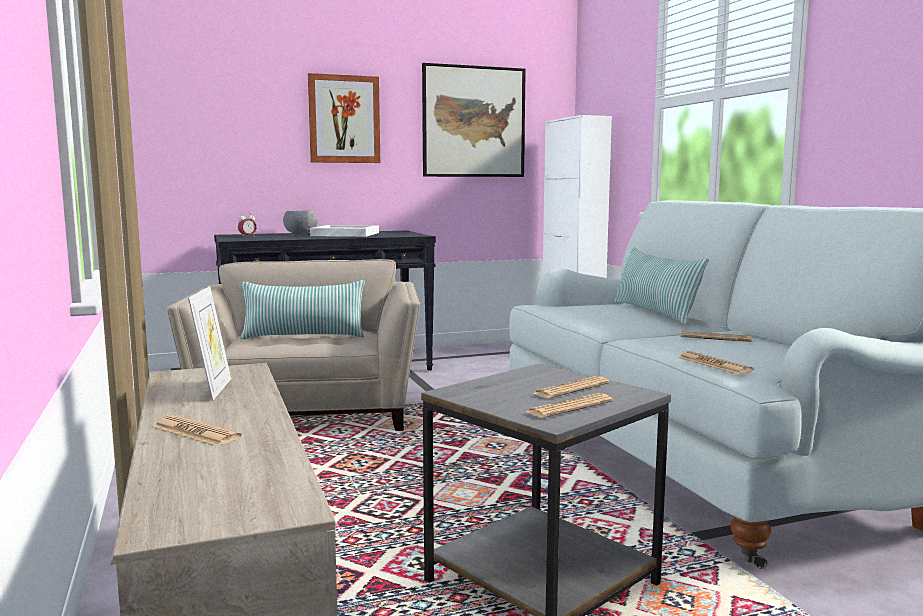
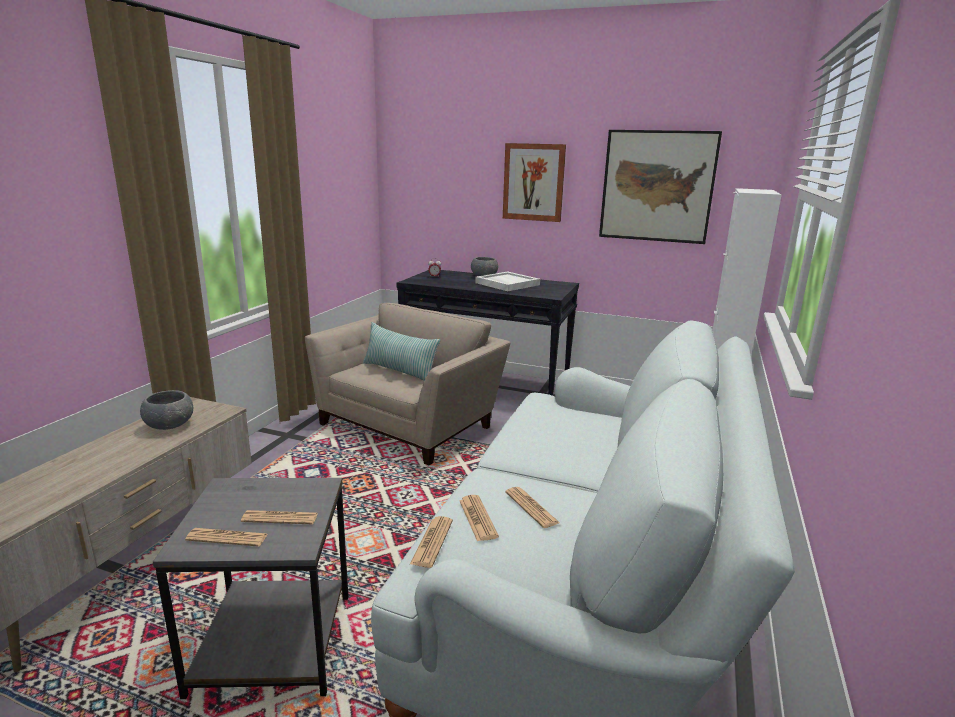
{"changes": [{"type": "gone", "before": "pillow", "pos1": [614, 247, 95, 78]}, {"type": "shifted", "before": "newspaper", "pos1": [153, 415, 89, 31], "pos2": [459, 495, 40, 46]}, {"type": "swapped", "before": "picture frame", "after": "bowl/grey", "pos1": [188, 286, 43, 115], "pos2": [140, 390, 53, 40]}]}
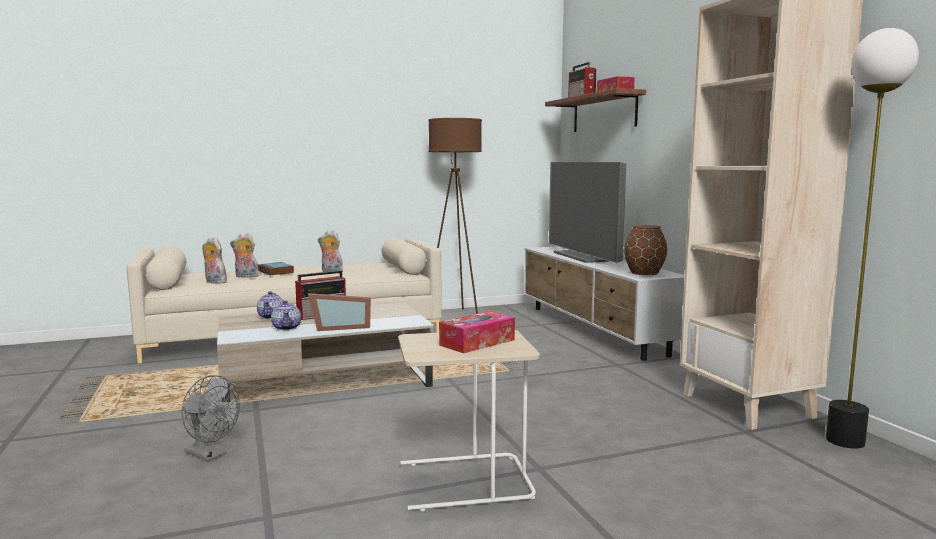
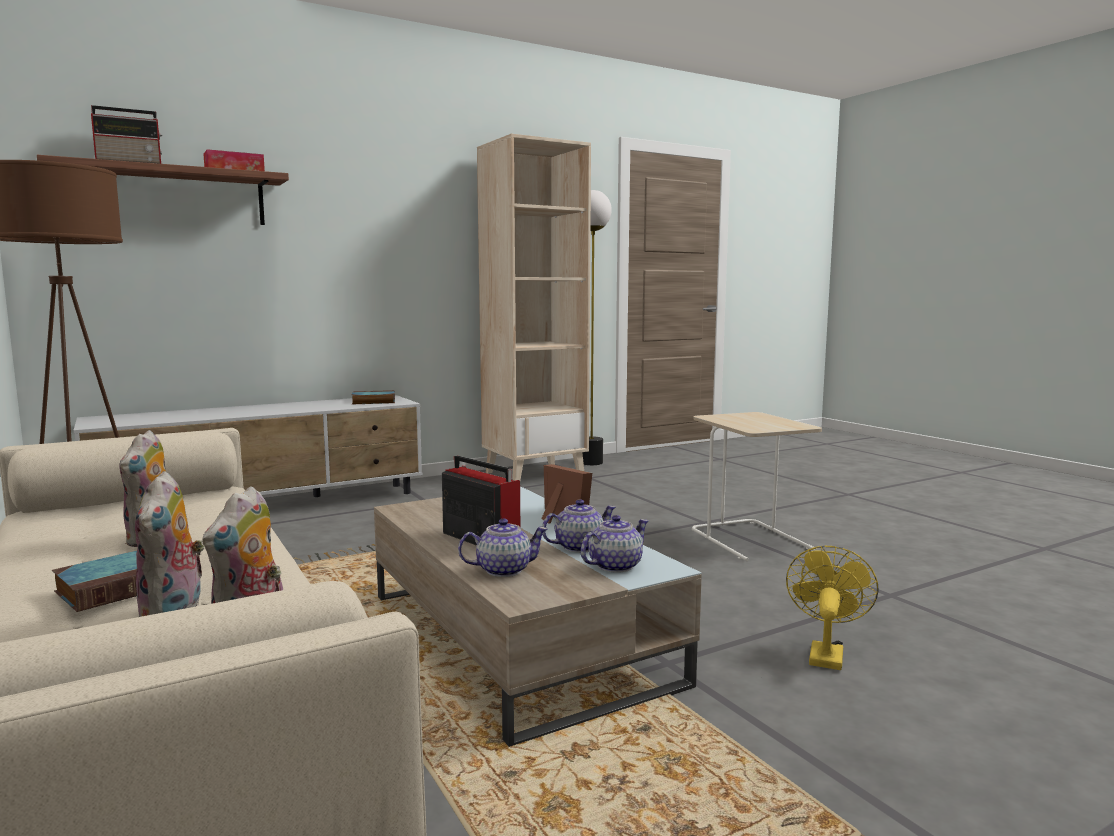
{"changes": [{"type": "gone", "before": "tissue box", "pos1": [439, 311, 76, 42]}, {"type": "gone", "before": "television", "pos1": [549, 162, 77, 101]}, {"type": "new", "after": "teapot", "pos2": [581, 515, 68, 58]}, {"type": "swapped", "before": "vase/brown", "after": "book", "pos1": [624, 225, 43, 50], "pos2": [351, 390, 44, 14]}, {"type": "repainted", "before": "fan/grey", "after": "fan/yellow", "pos1": [181, 375, 59, 87], "pos2": [786, 546, 93, 124]}]}
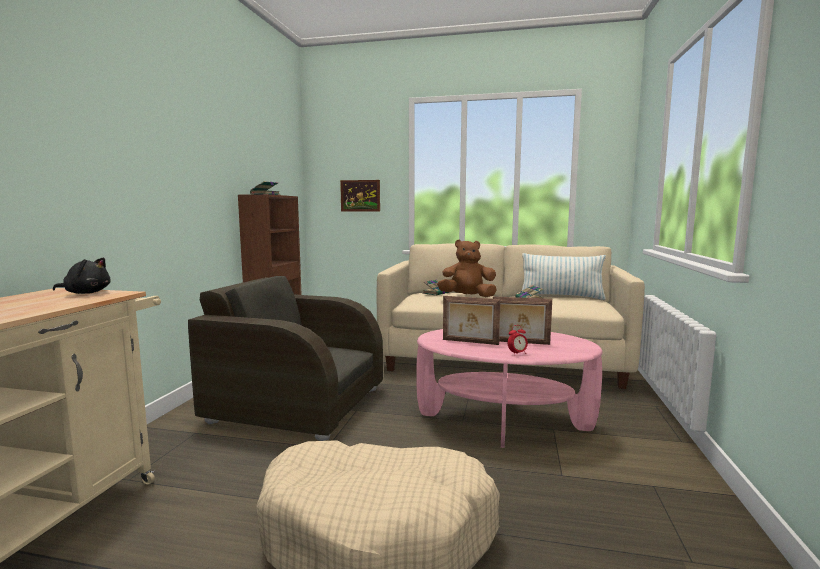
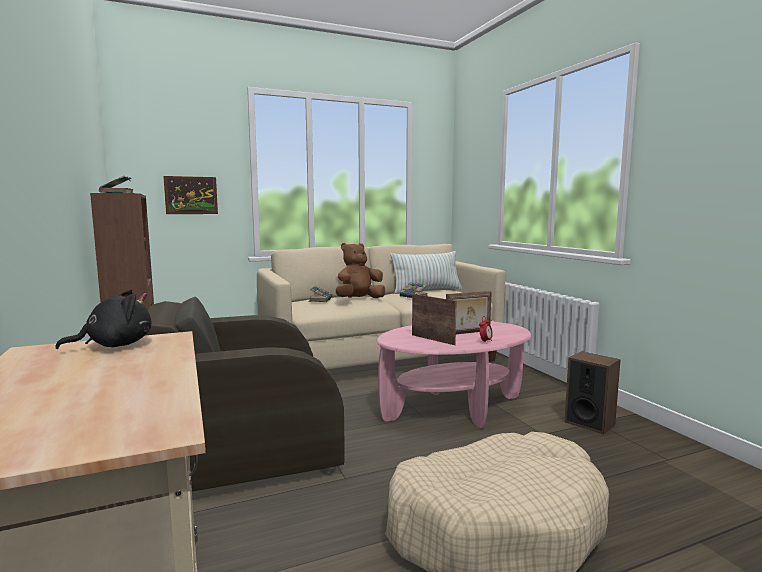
{"changes": [{"type": "new", "after": "speaker", "pos2": [564, 351, 57, 84]}, {"type": "rotated", "before": "picture frame", "pos1": [443, 296, 58, 49], "pos2": [412, 294, 45, 51], "turn": -120}]}
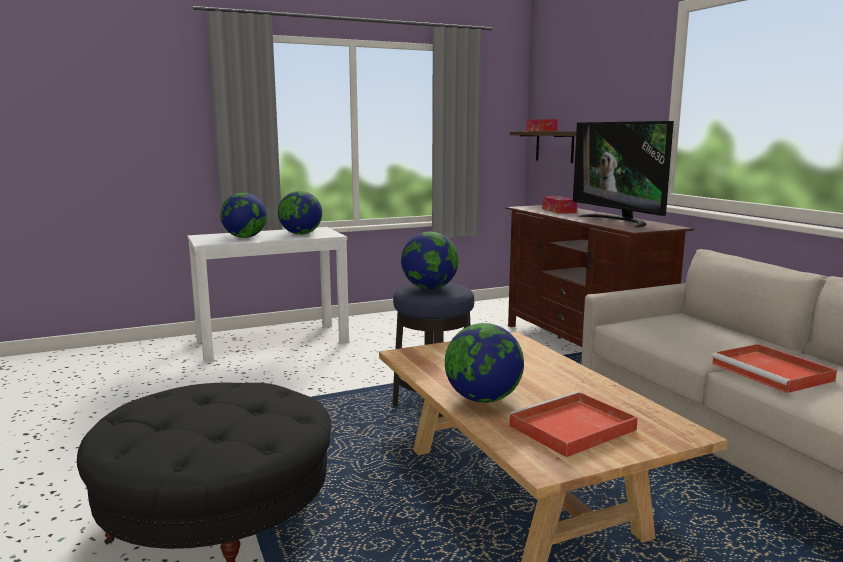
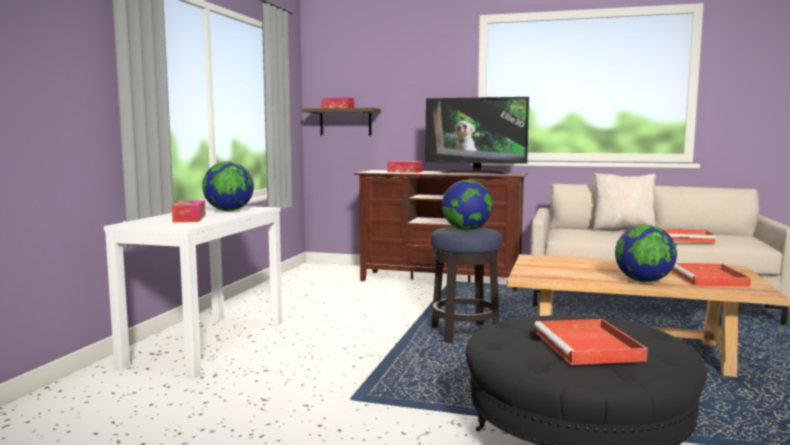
{"changes": [{"type": "new", "after": "tray/red", "pos2": [534, 319, 113, 46]}, {"type": "new", "after": "pillow/beige", "pos2": [592, 173, 64, 58]}, {"type": "swapped", "before": "globe", "after": "tissue box", "pos1": [220, 193, 47, 45], "pos2": [172, 200, 34, 22]}]}
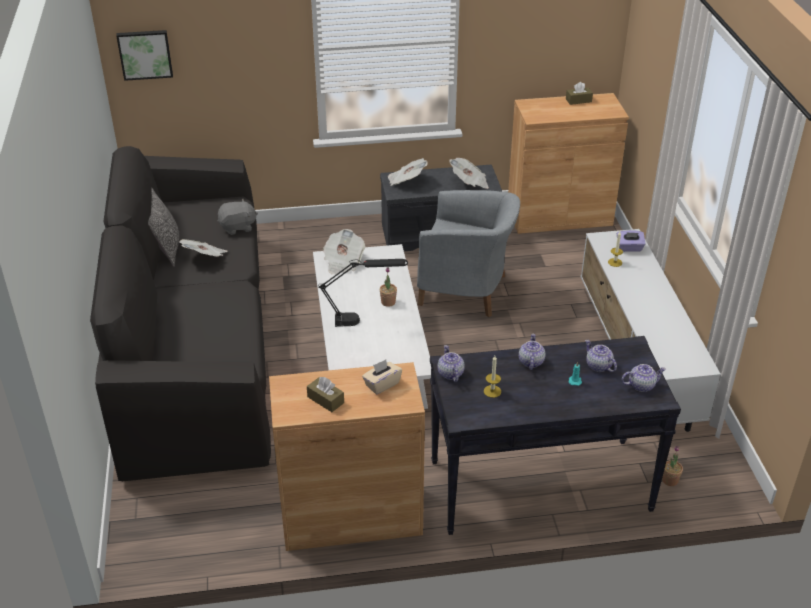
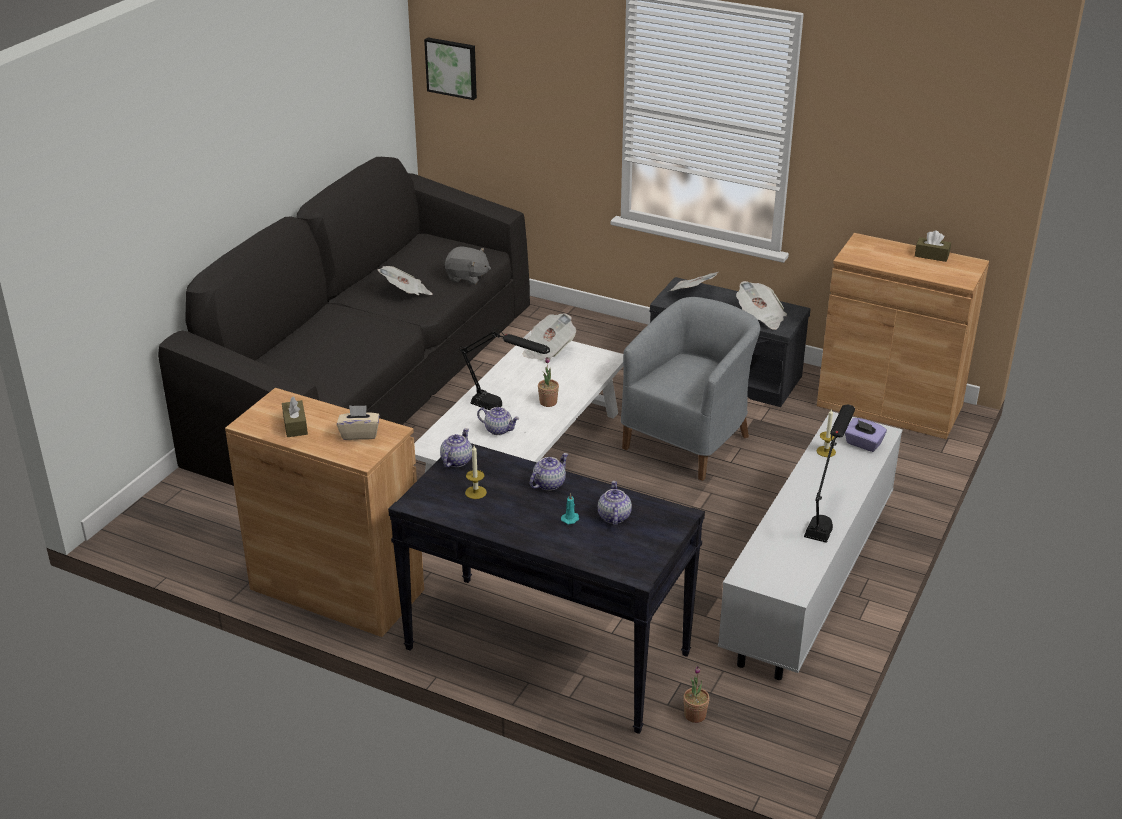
{"changes": [{"type": "gone", "before": "pillow", "pos1": [148, 188, 31, 79]}, {"type": "new", "after": "table lamp/black", "pos2": [804, 405, 51, 138]}, {"type": "shifted", "before": "teapot", "pos1": [622, 364, 44, 28], "pos2": [477, 407, 42, 28]}, {"type": "rotated", "before": "armchair/grey", "pos1": [417, 190, 103, 127], "pos2": [621, 297, 140, 184], "turn": -105}]}
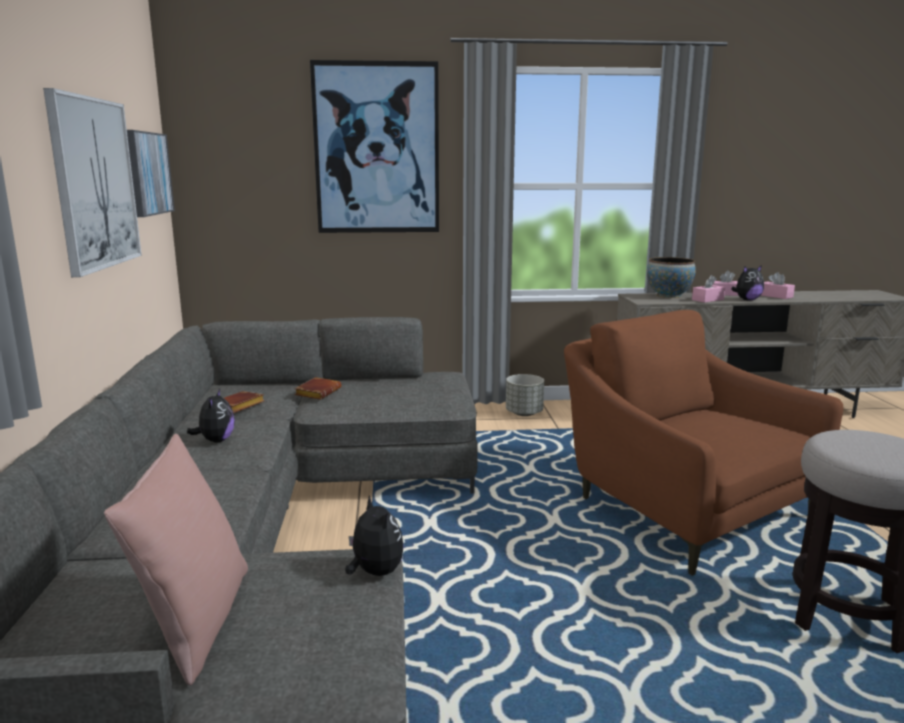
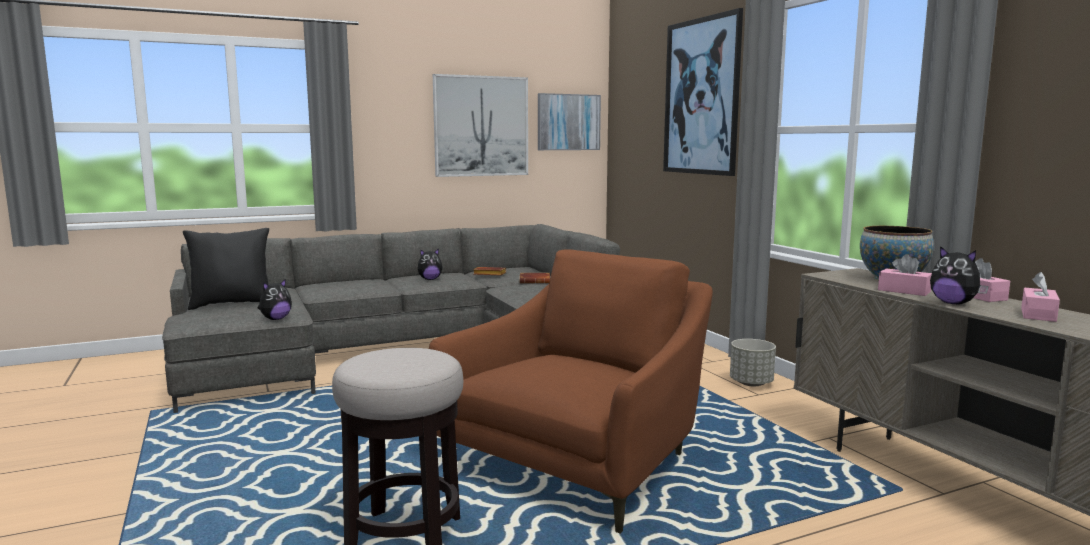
{"changes": [{"type": "repainted", "before": "pillow/pink", "after": "pillow/black", "pos1": [104, 434, 144, 252], "pos2": [183, 228, 86, 82]}]}
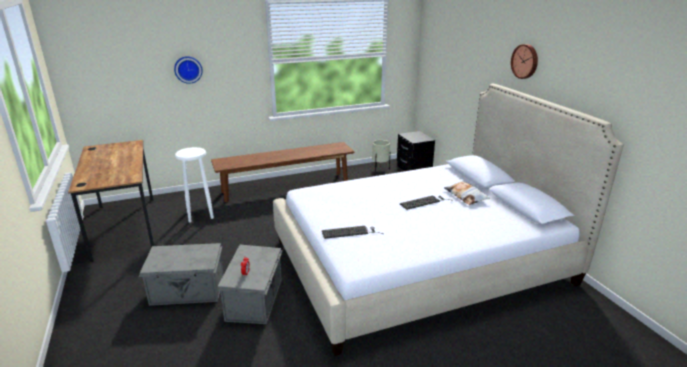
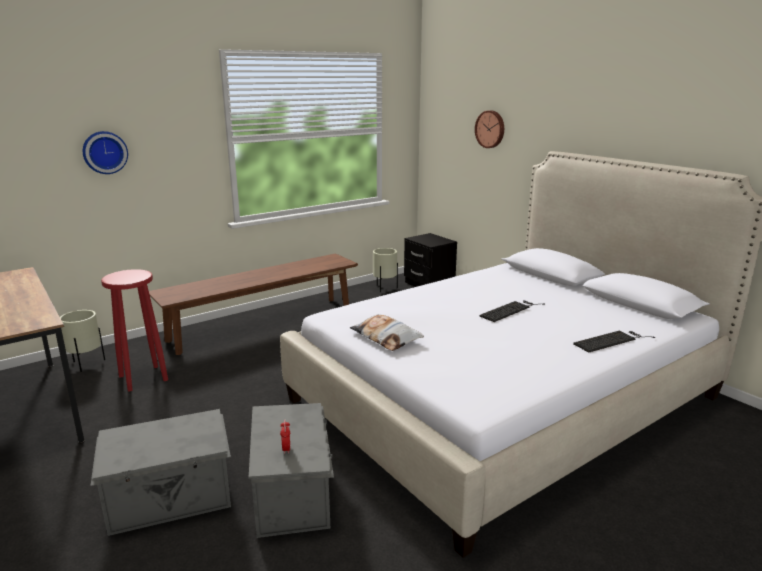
{"changes": [{"type": "new", "after": "planter/beige", "pos2": [60, 310, 45, 62]}, {"type": "shifted", "before": "keyboard", "pos1": [322, 226, 61, 13], "pos2": [573, 331, 82, 21]}, {"type": "shifted", "before": "pillow", "pos1": [444, 181, 46, 24], "pos2": [350, 314, 74, 37]}, {"type": "shifted", "before": "wall clock", "pos1": [511, 44, 27, 35], "pos2": [475, 110, 29, 38]}, {"type": "repainted", "before": "stool/white", "after": "stool/red", "pos1": [175, 147, 39, 76], "pos2": [101, 269, 67, 122]}]}
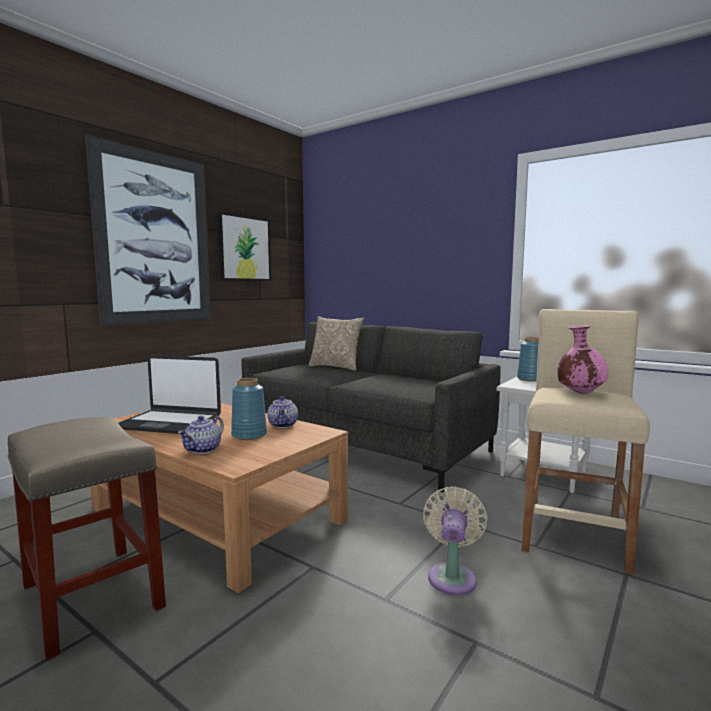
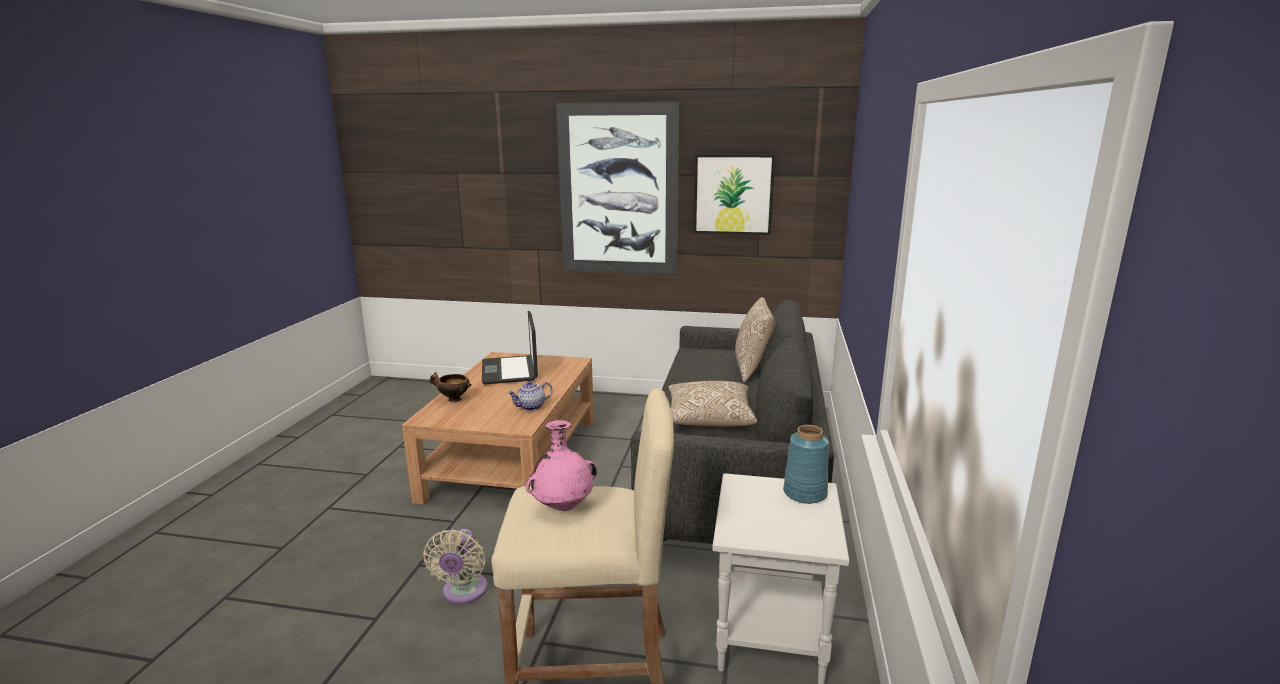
{"changes": [{"type": "gone", "before": "stool/beige", "pos1": [7, 417, 159, 243]}, {"type": "gone", "before": "vase/blue", "pos1": [231, 378, 36, 62]}, {"type": "new", "after": "pillow", "pos2": [668, 381, 90, 46]}, {"type": "swapped", "before": "teapot", "after": "bowl", "pos1": [178, 416, 46, 38], "pos2": [429, 372, 43, 30]}, {"type": "rotated", "before": "fan/beige", "pos1": [423, 487, 64, 108], "pos2": [423, 529, 65, 75], "turn": 105}]}
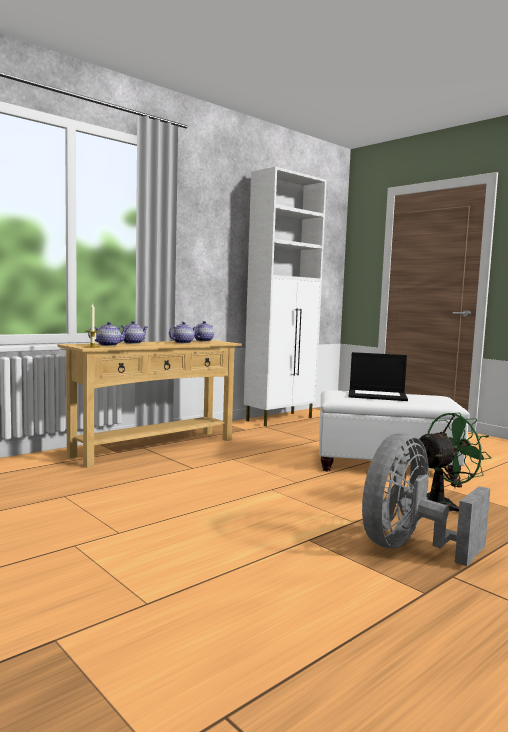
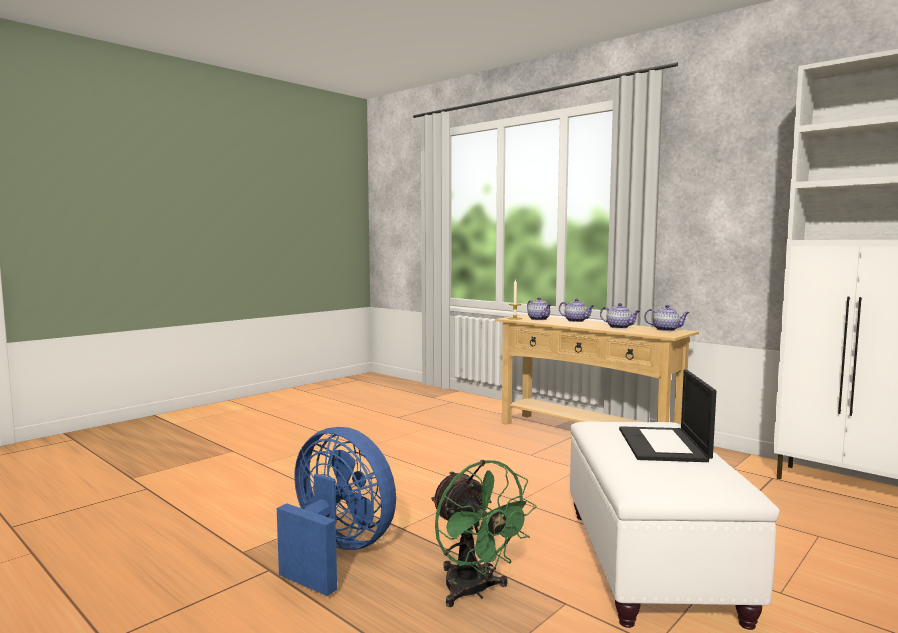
{"changes": [{"type": "repainted", "before": "fan/grey", "after": "fan/blue", "pos1": [362, 433, 128, 133], "pos2": [277, 427, 119, 169]}]}
